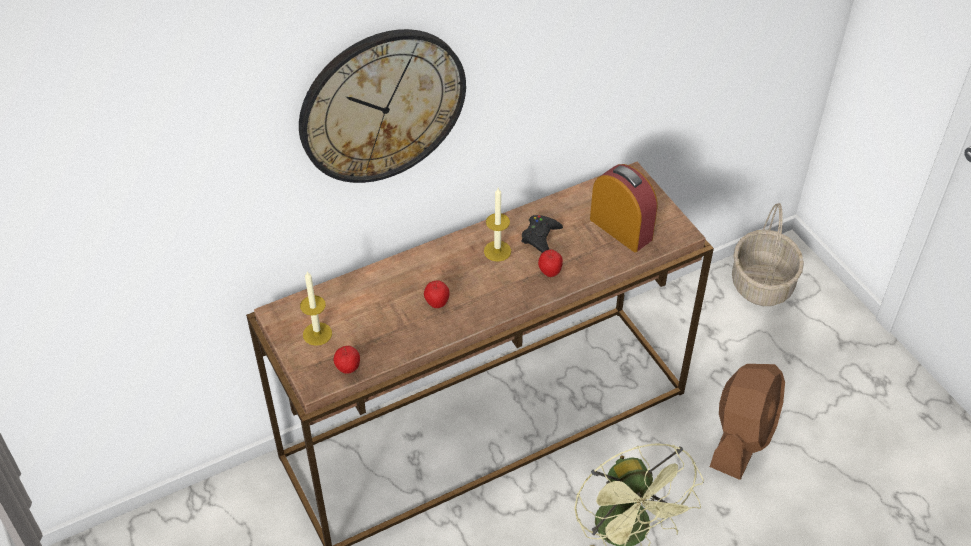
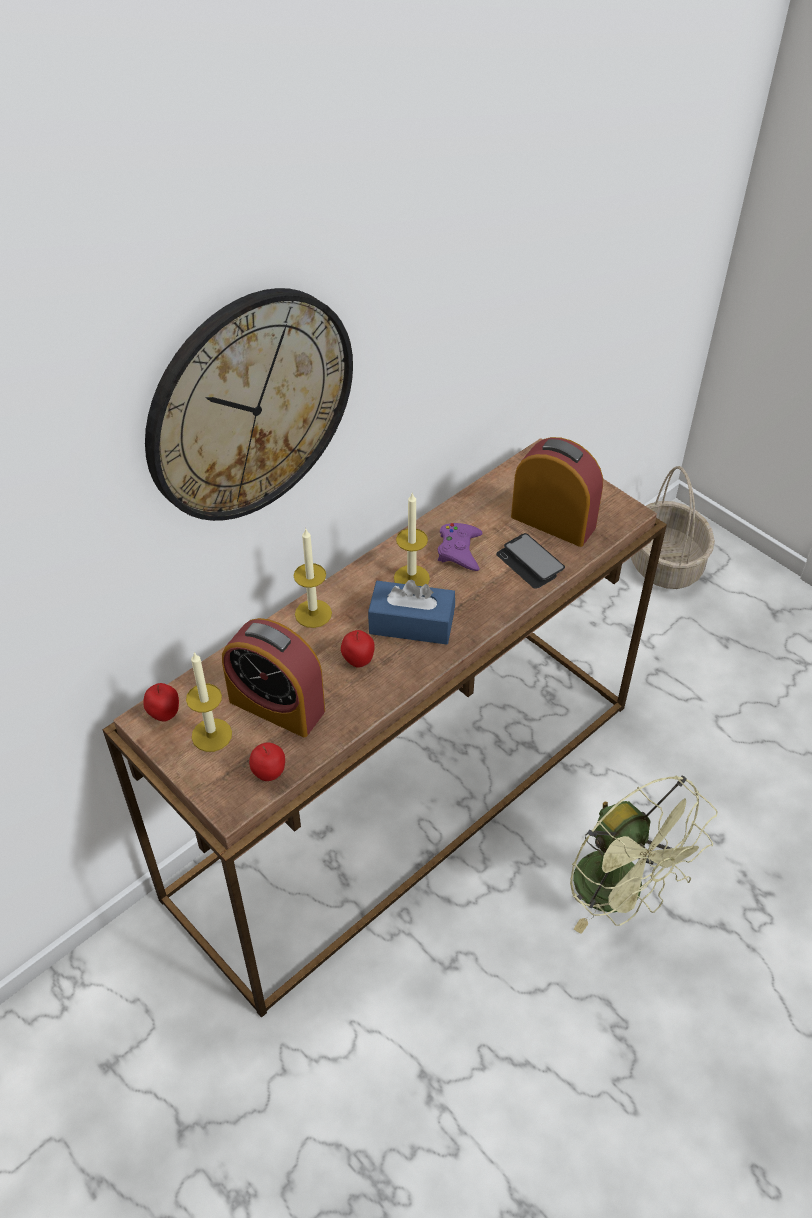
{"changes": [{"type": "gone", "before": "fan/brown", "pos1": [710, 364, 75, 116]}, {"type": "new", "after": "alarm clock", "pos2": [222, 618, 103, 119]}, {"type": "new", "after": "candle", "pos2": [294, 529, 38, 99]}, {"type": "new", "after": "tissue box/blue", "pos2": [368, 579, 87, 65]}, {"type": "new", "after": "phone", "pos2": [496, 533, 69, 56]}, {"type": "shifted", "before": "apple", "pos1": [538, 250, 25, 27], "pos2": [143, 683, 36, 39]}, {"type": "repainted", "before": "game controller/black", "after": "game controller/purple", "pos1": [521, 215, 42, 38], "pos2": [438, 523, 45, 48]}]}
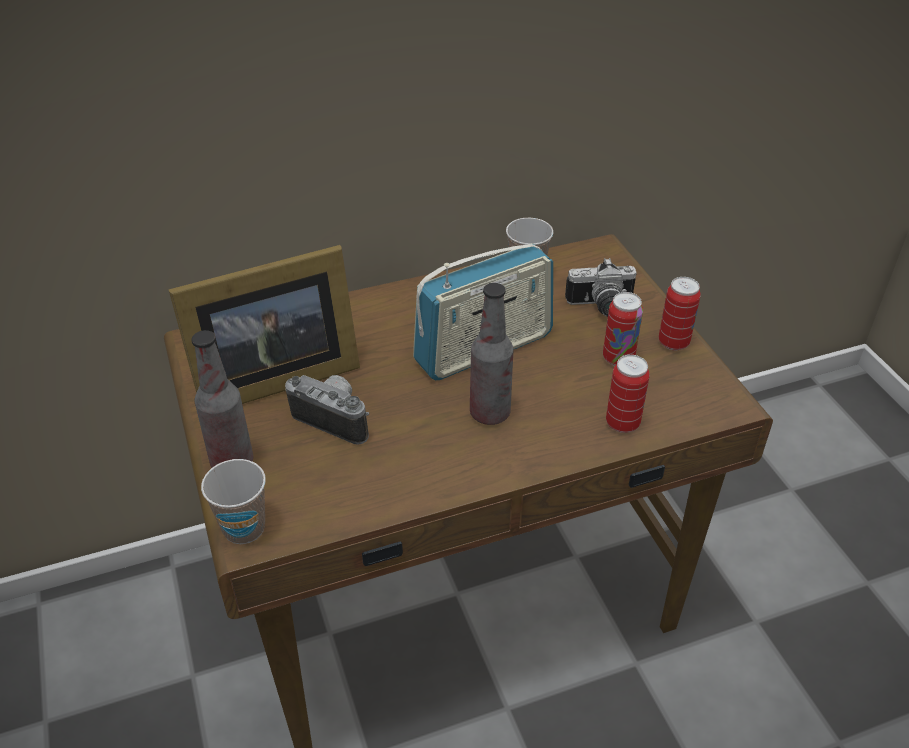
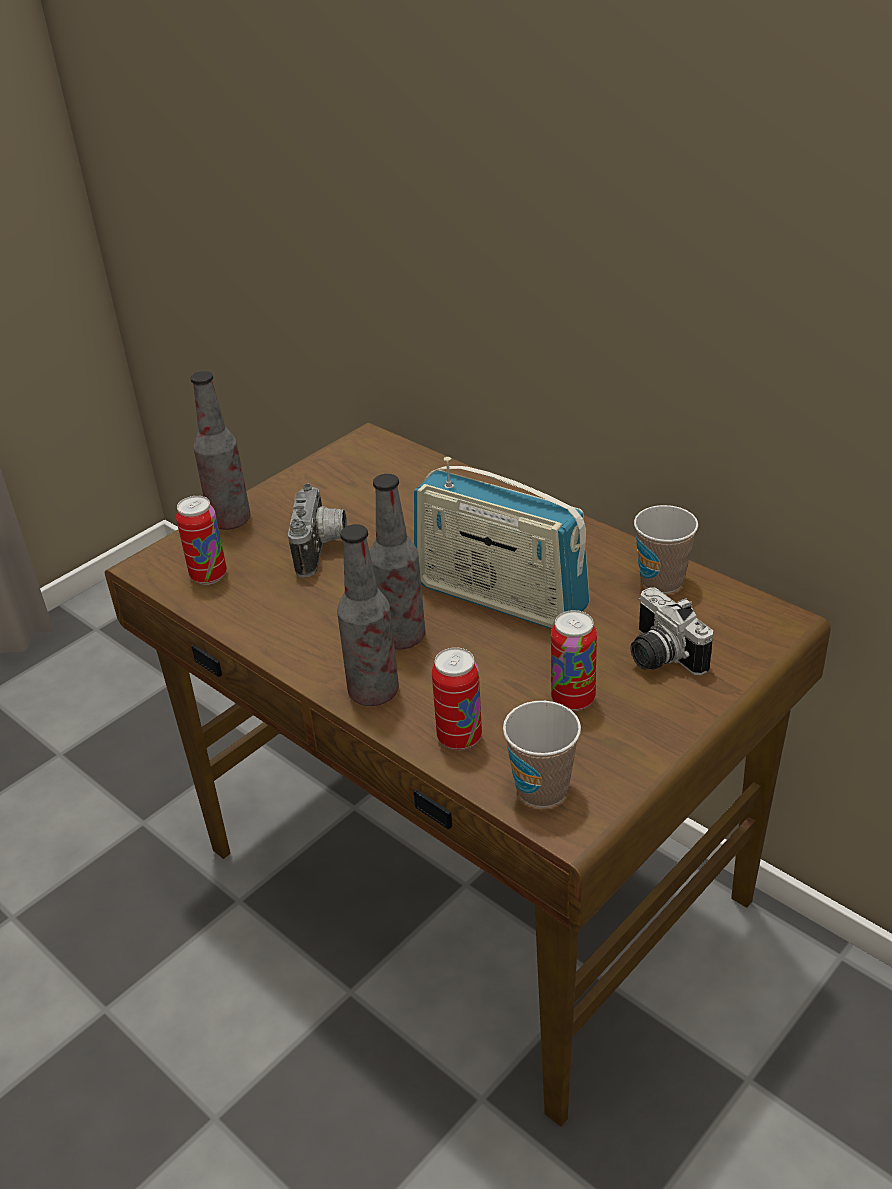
{"changes": [{"type": "gone", "before": "picture frame", "pos1": [169, 245, 191, 159]}, {"type": "new", "after": "bottle", "pos2": [337, 524, 62, 182]}, {"type": "shifted", "before": "cup", "pos1": [201, 459, 65, 85], "pos2": [503, 701, 78, 106]}, {"type": "shifted", "before": "can", "pos1": [659, 277, 42, 73], "pos2": [176, 496, 51, 89]}]}
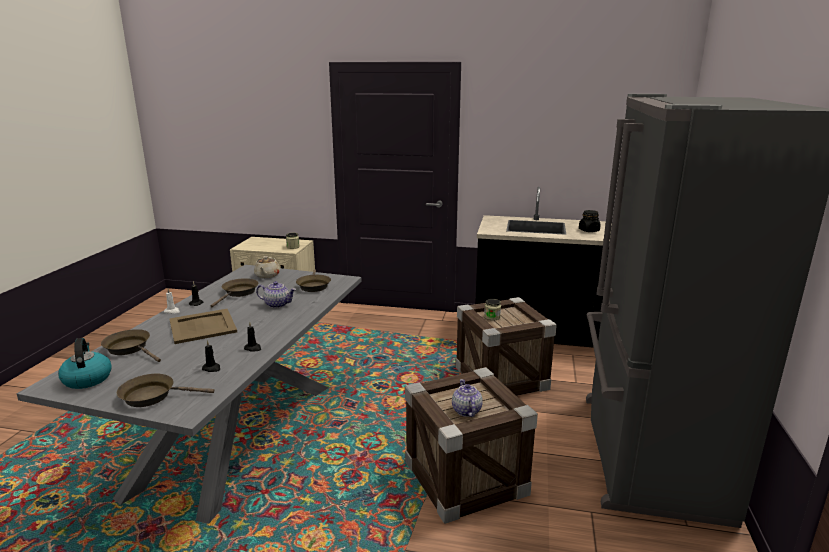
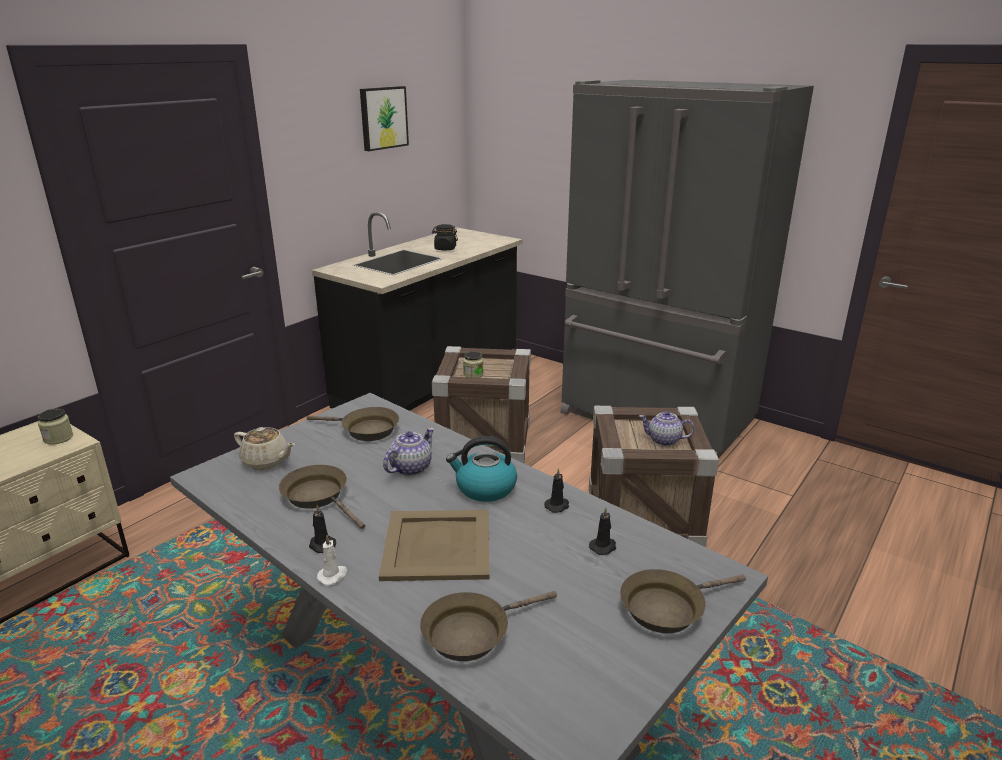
{"changes": [{"type": "new", "after": "picture", "pos2": [360, 86, 49, 65]}, {"type": "shifted", "before": "kettle", "pos1": [58, 338, 54, 51], "pos2": [446, 436, 71, 66]}, {"type": "rotated", "before": "frying pan/brown", "pos1": [117, 374, 97, 33], "pos2": [620, 569, 126, 64], "turn": 45}]}
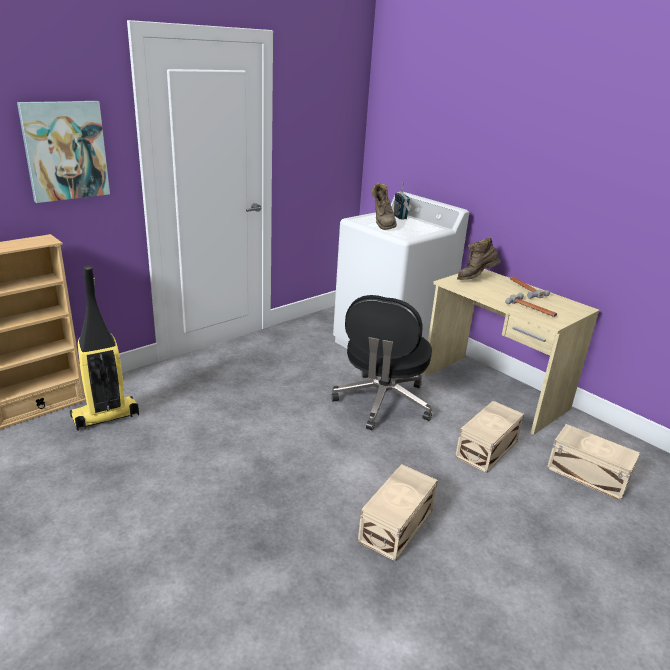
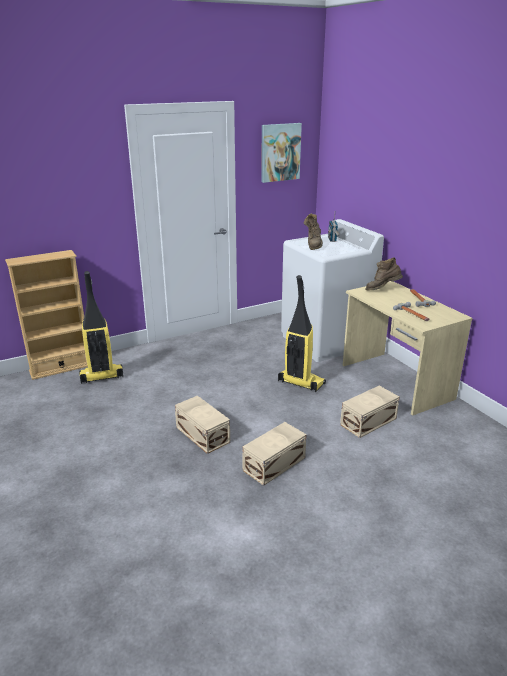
{"changes": [{"type": "shifted", "before": "picture", "pos1": [17, 101, 93, 102], "pos2": [261, 123, 41, 60]}, {"type": "shifted", "before": "storage box/beige", "pos1": [547, 424, 93, 77], "pos2": [175, 396, 55, 58]}, {"type": "swapped", "before": "office chair/black", "after": "vacuum cleaner", "pos1": [331, 295, 101, 135], "pos2": [278, 275, 48, 117]}]}
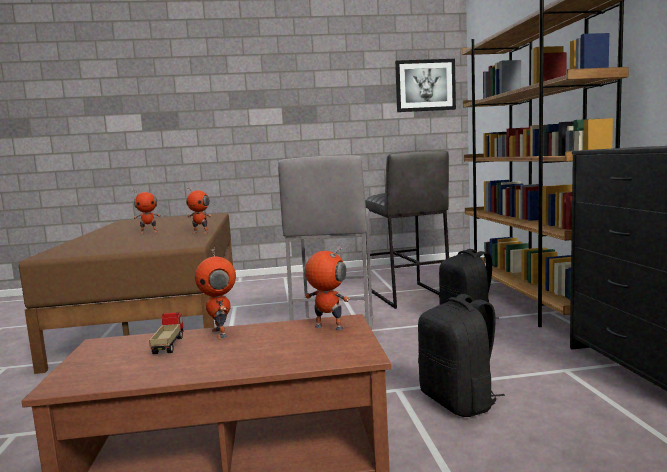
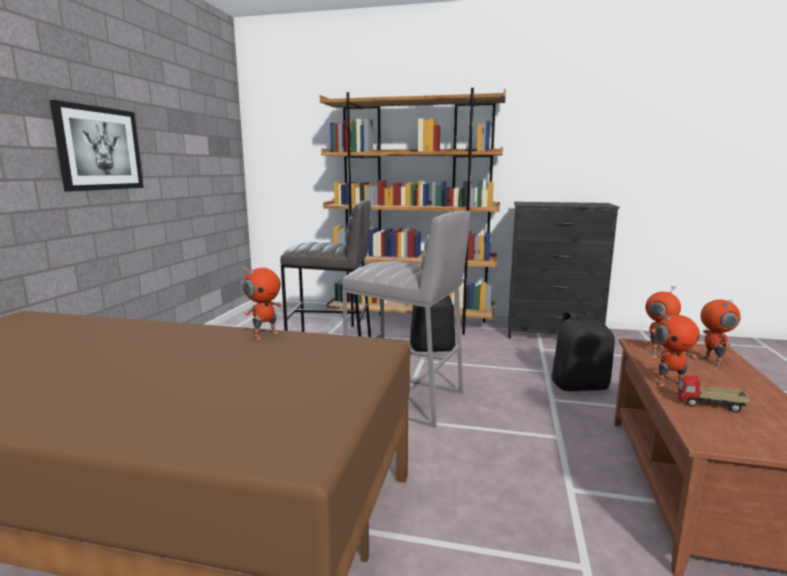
{"changes": [{"type": "shifted", "before": "toy robot", "pos1": [133, 190, 28, 44], "pos2": [701, 299, 40, 68]}, {"type": "shifted", "before": "picture", "pos1": [395, 59, 61, 53], "pos2": [50, 100, 94, 92]}]}
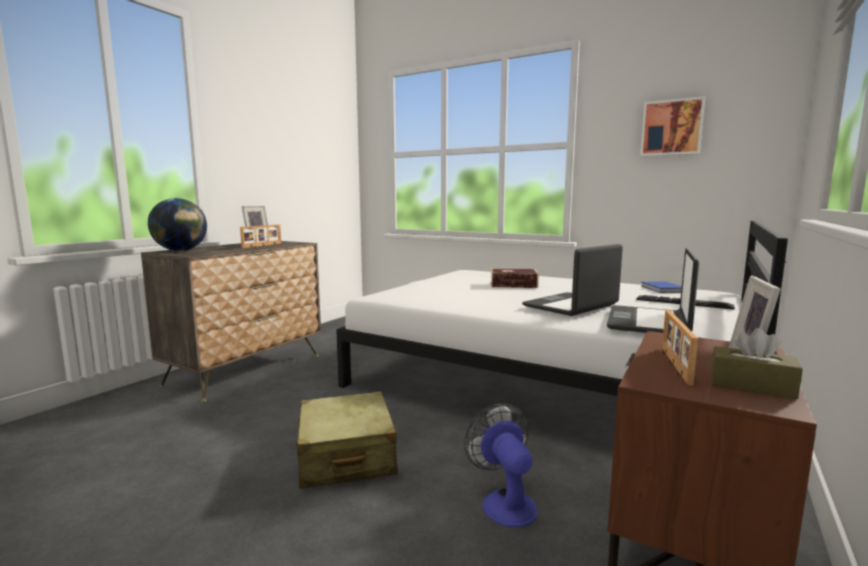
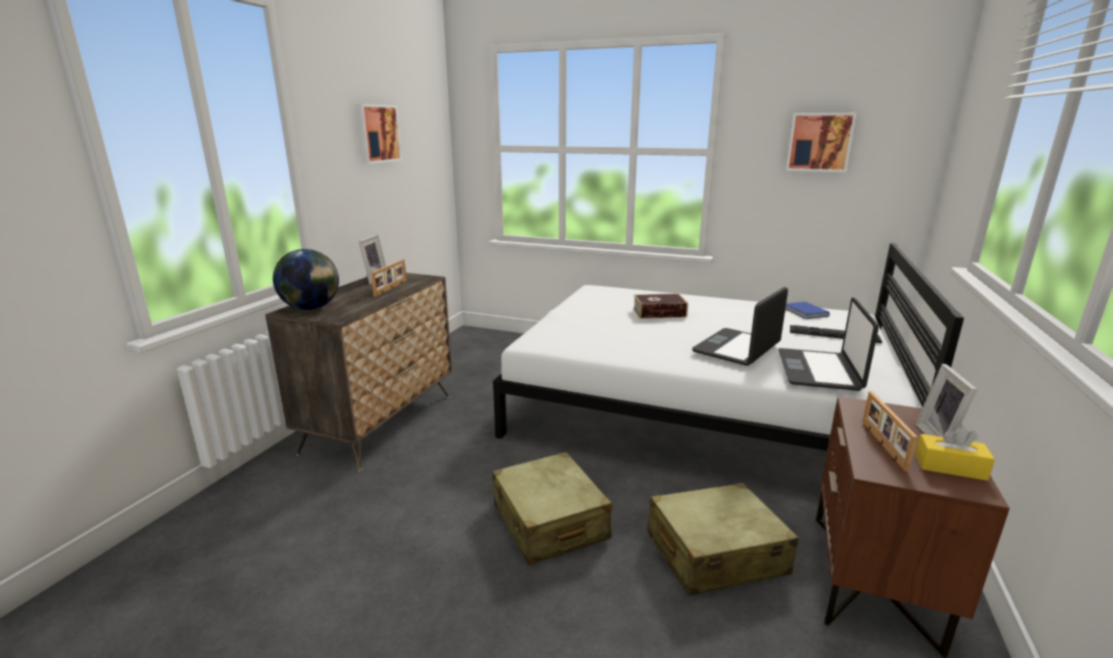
{"changes": [{"type": "new", "after": "picture", "pos2": [356, 104, 46, 60]}, {"type": "swapped", "before": "fan", "after": "suitcase/beige", "pos1": [464, 404, 73, 123], "pos2": [647, 483, 152, 113]}, {"type": "repainted", "before": "tissue box/brown", "after": "tissue box/yellow", "pos1": [711, 328, 91, 71], "pos2": [915, 426, 80, 55]}]}
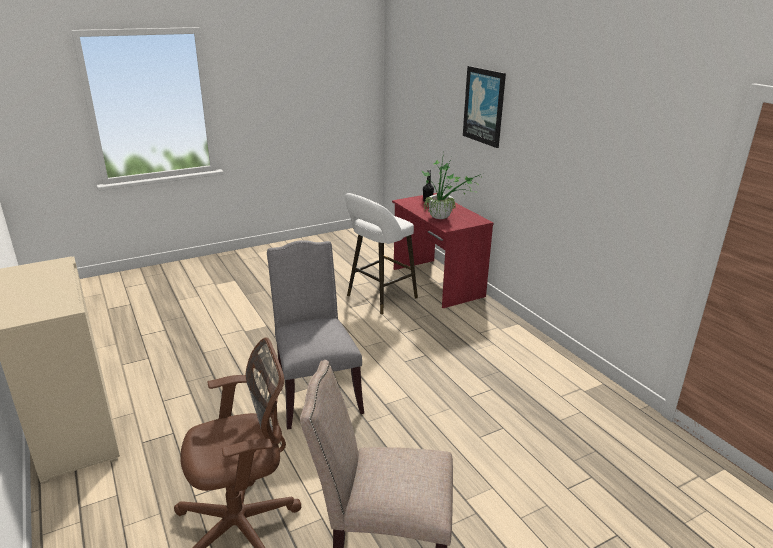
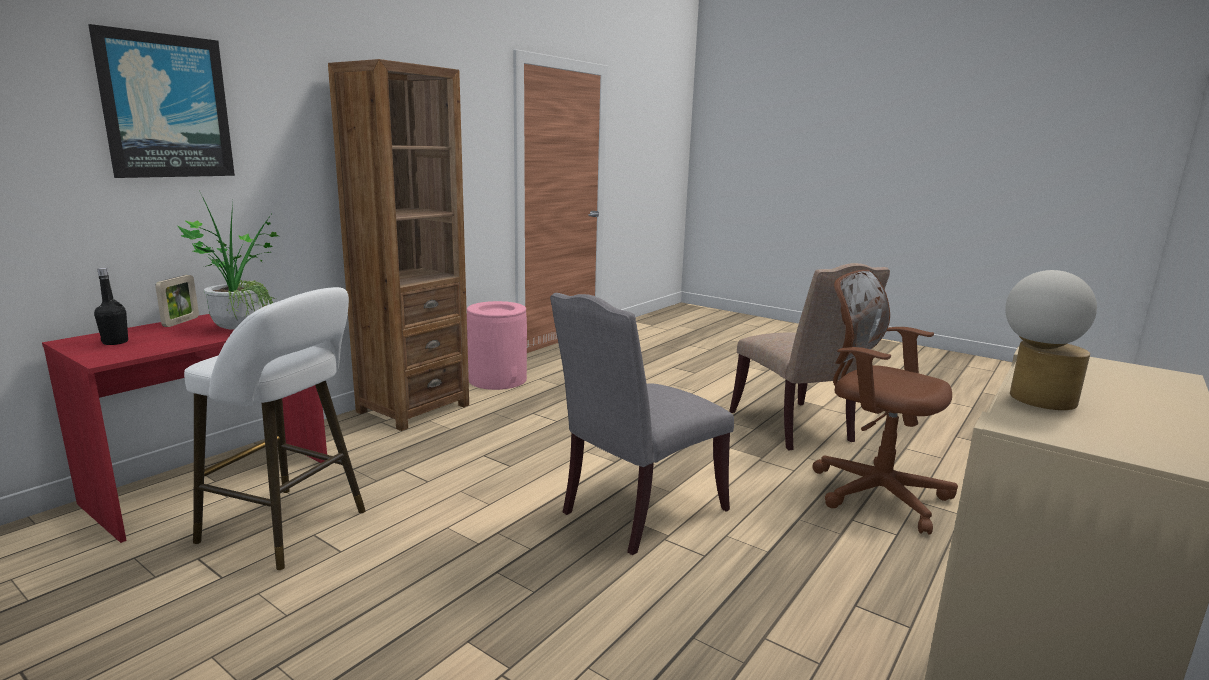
{"changes": [{"type": "new", "after": "picture frame", "pos2": [155, 275, 44, 52]}, {"type": "new", "after": "bookcase/brown", "pos2": [328, 59, 141, 372]}, {"type": "new", "after": "trash can/pink", "pos2": [467, 301, 60, 89]}, {"type": "new", "after": "table lamp", "pos2": [1005, 270, 92, 140]}]}
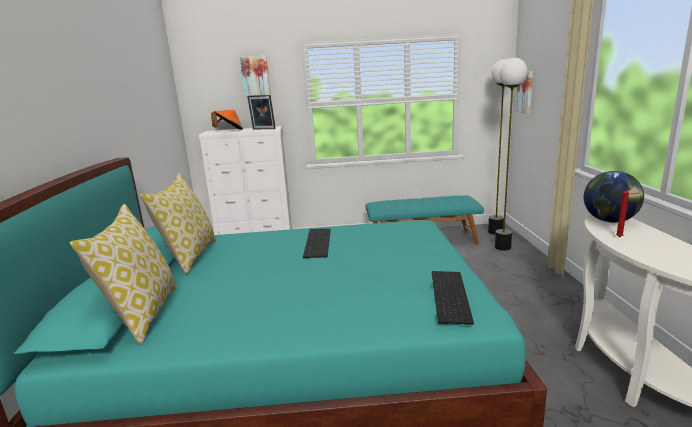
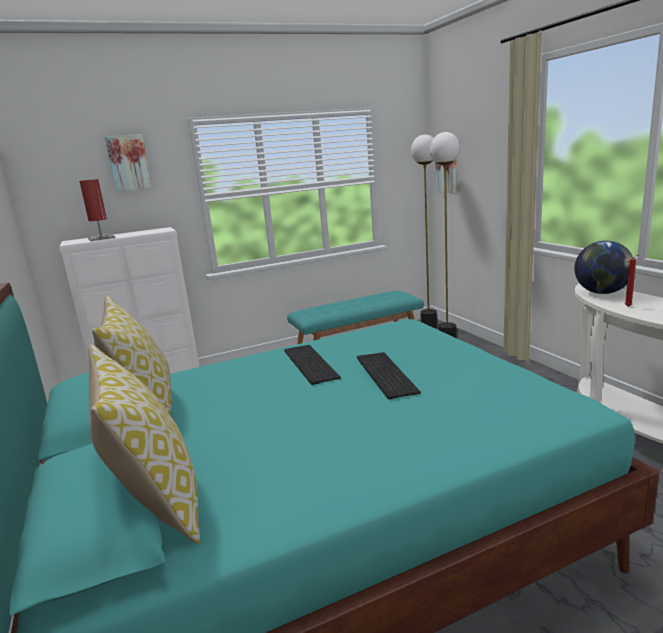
{"changes": [{"type": "gone", "before": "picture frame", "pos1": [247, 95, 29, 34]}, {"type": "shifted", "before": "keyboard", "pos1": [432, 271, 42, 54], "pos2": [357, 352, 64, 47]}, {"type": "swapped", "before": "hat/orange", "after": "table lamp/red", "pos1": [211, 110, 32, 20], "pos2": [79, 179, 36, 62]}]}
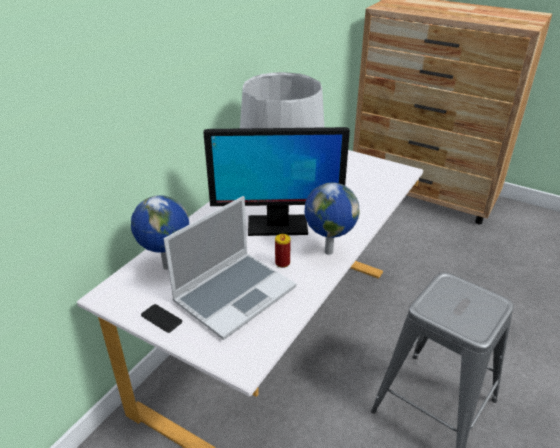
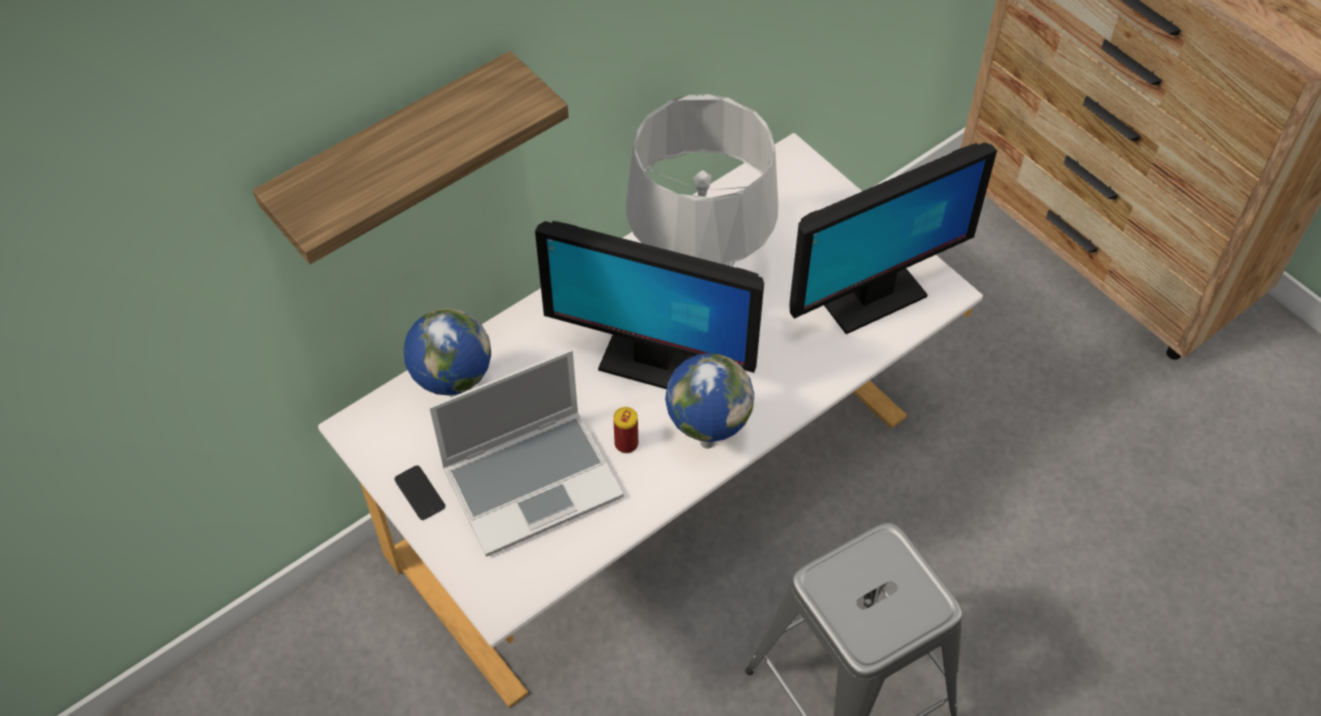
{"changes": [{"type": "new", "after": "shelf", "pos2": [253, 51, 316, 213]}, {"type": "new", "after": "monitor", "pos2": [789, 143, 208, 191]}]}
